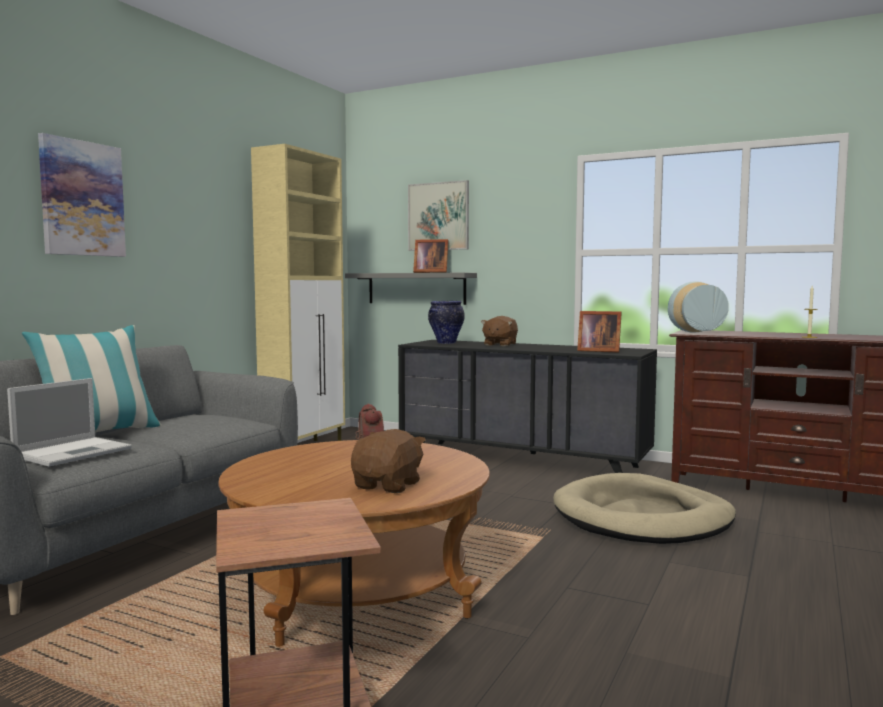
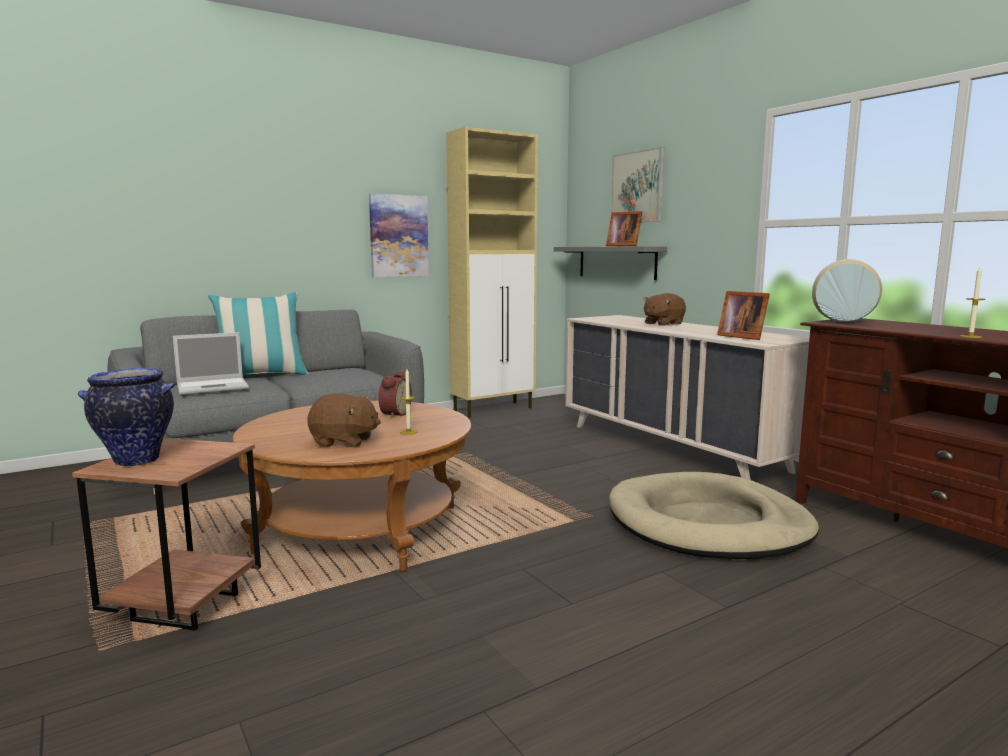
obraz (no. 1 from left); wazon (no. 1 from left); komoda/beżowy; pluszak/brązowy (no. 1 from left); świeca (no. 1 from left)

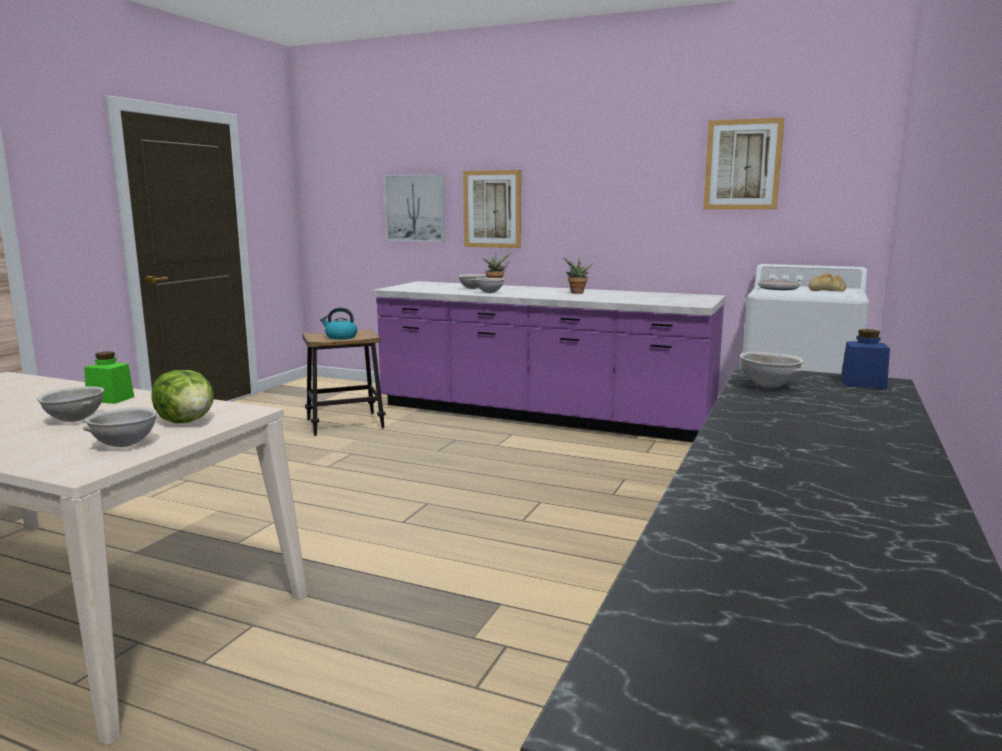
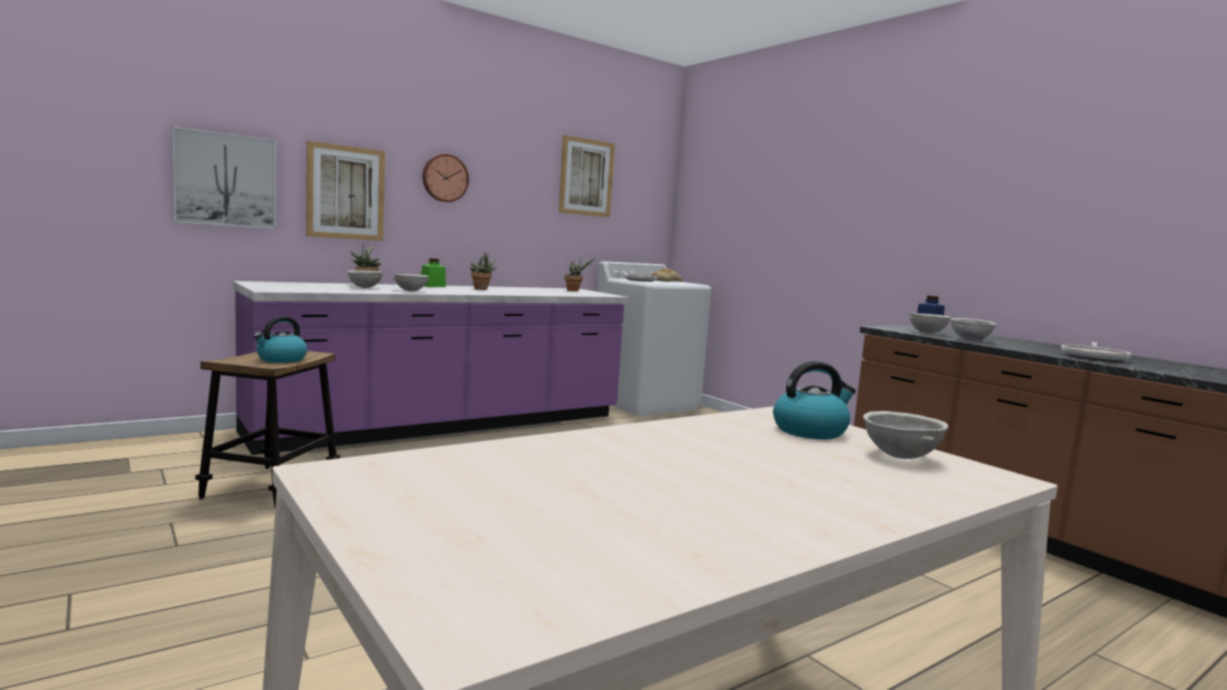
słoik/zielony; czajnik (no. 2 from left); miska/szary (no. 5 from left); zegar ścienny; roślina doniczkowa (no. 3 from left); patelnia (no. 2 from left)

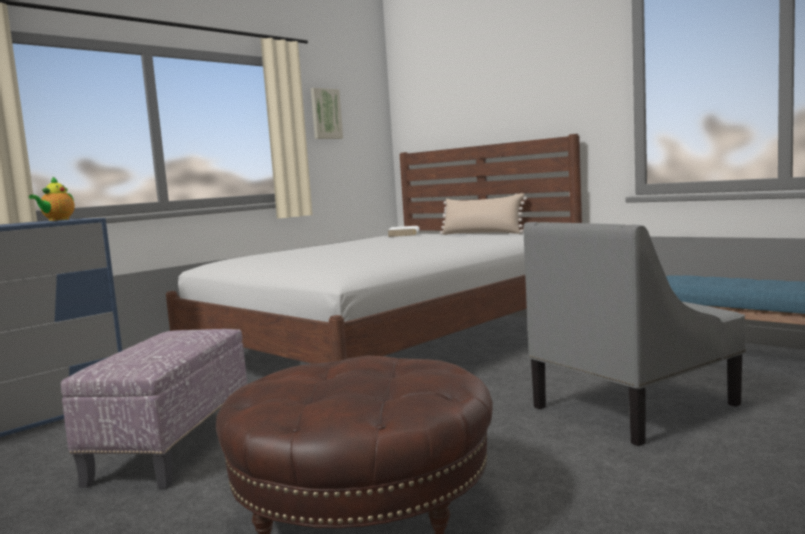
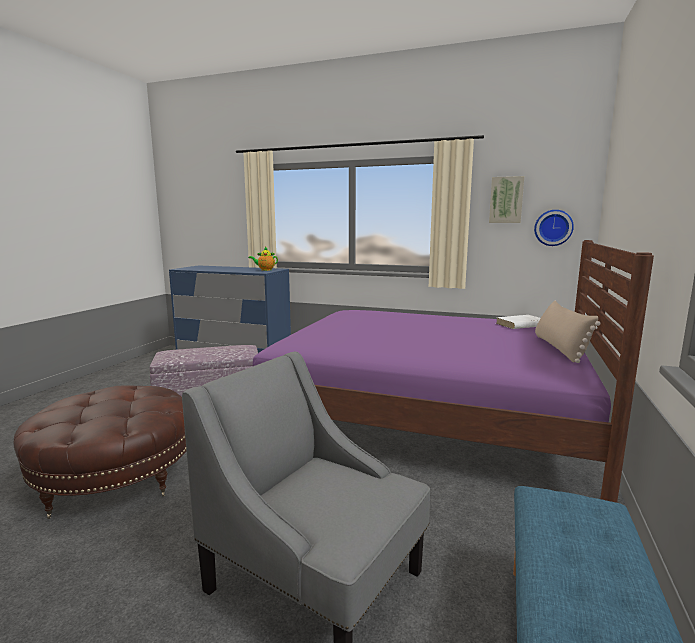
łóżko/fioletowy; zegar ścienny

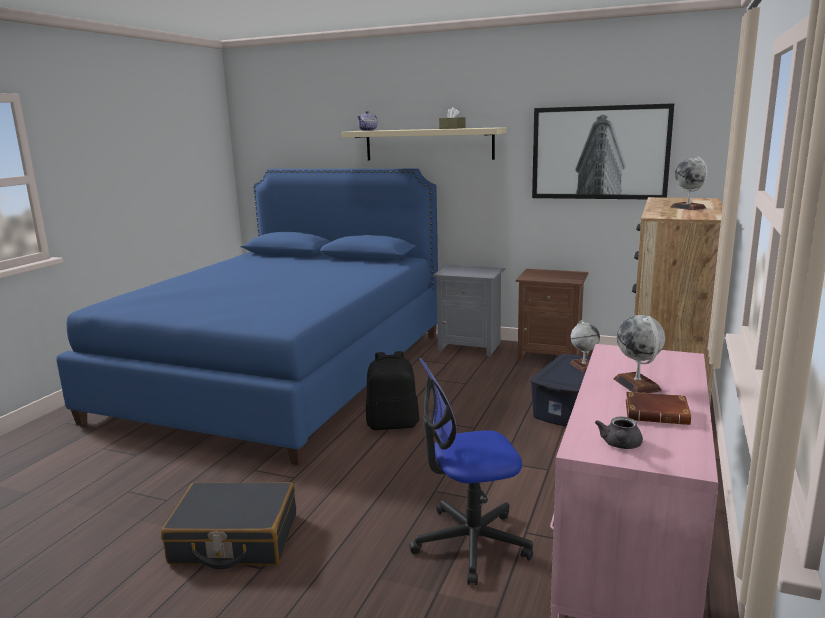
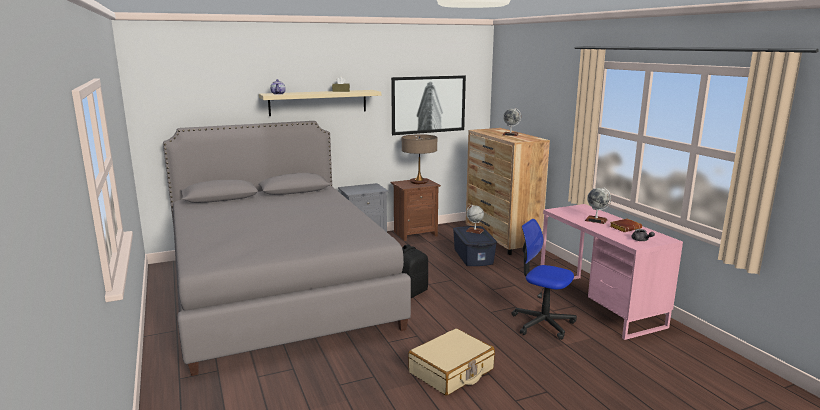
łóżko/szary; krzesło biurowe; walizka/beżowy; lampa stołowa

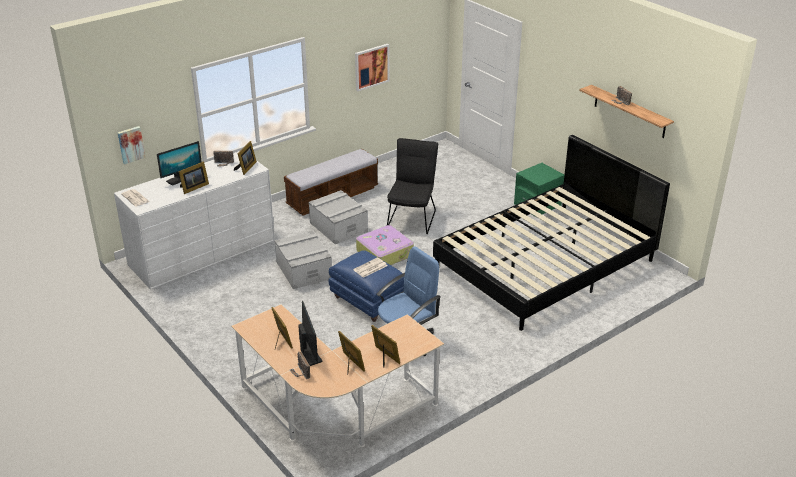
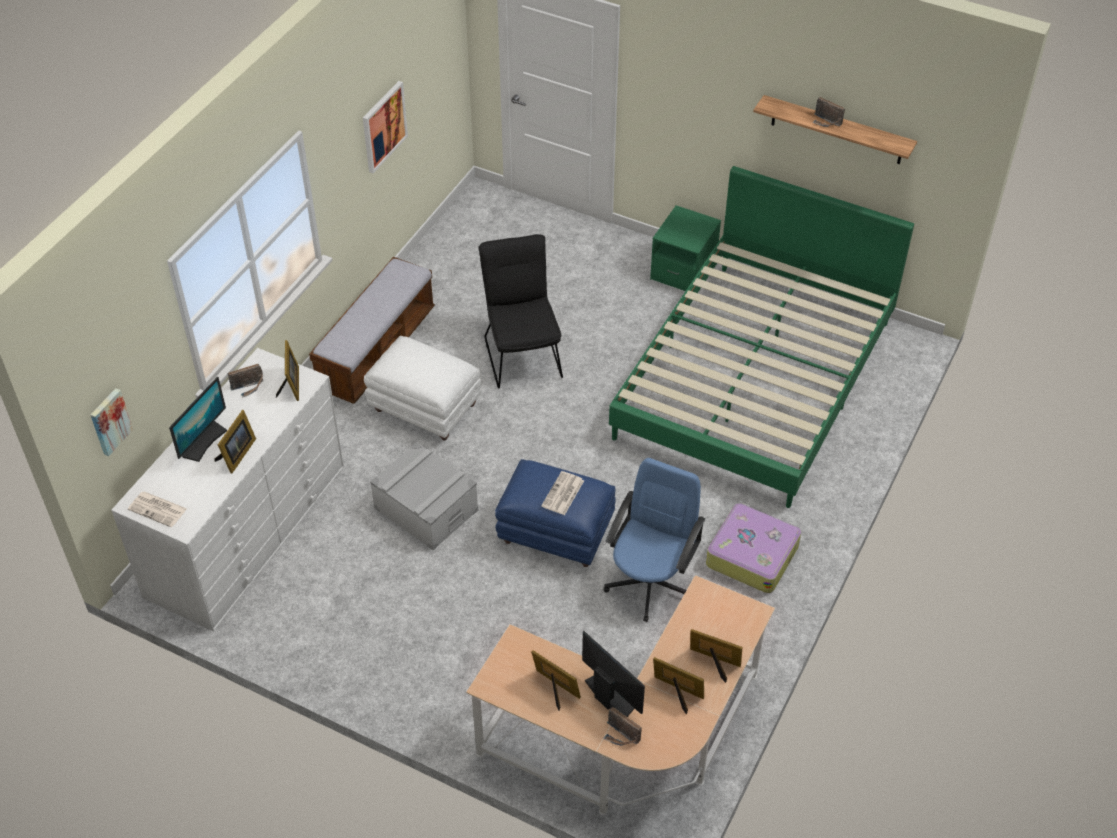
łóżko/zielony; pufa/biały; walizka

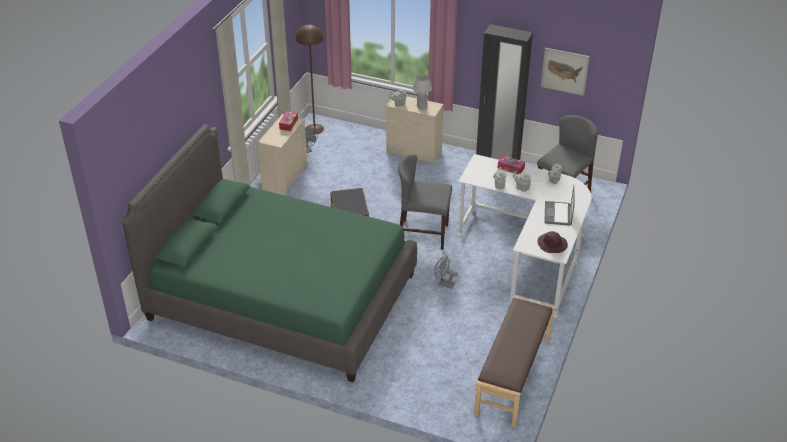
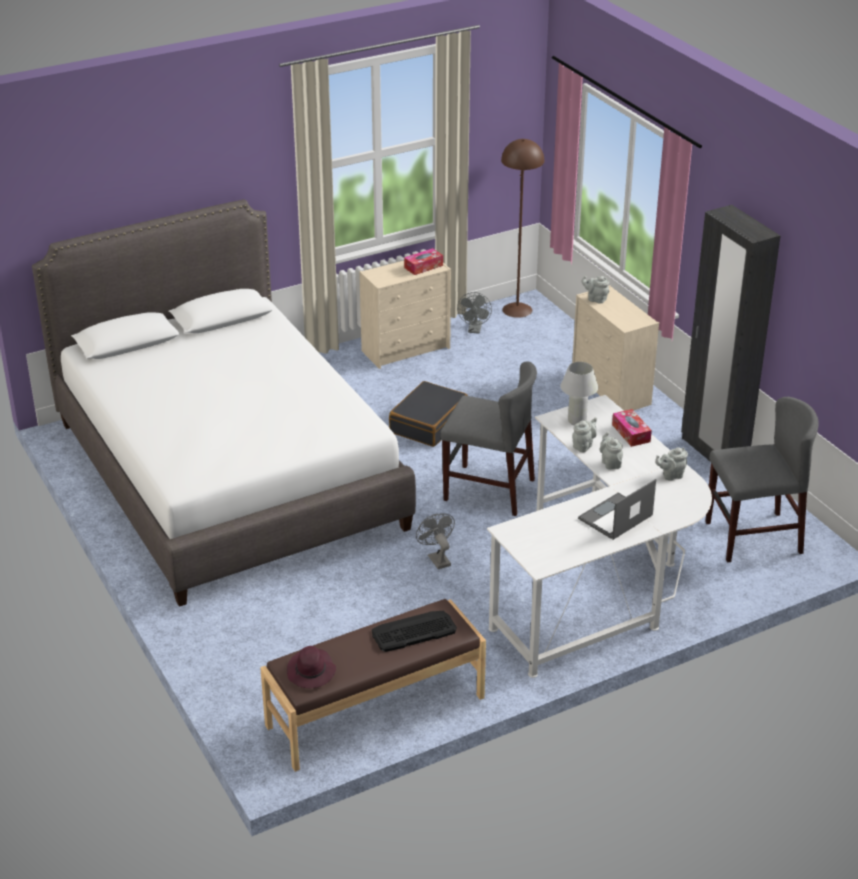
obraz; lampa stołowa/biały; łóżko/biały; krzesło/szary (no. 1 from left); kapelusz/fioletowy; klawiatura

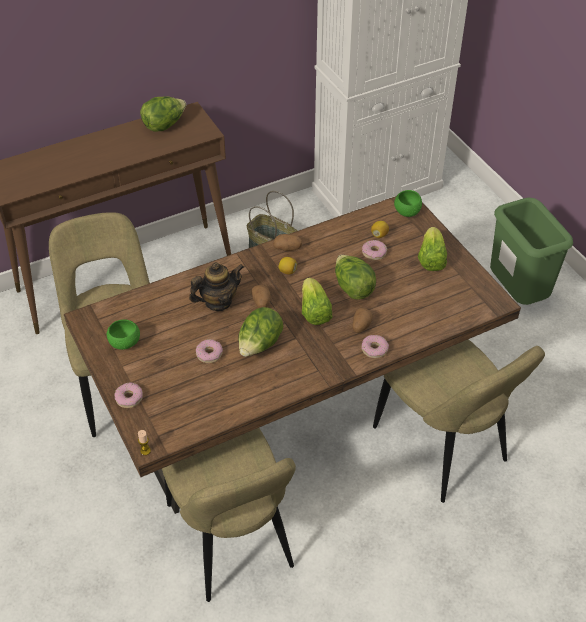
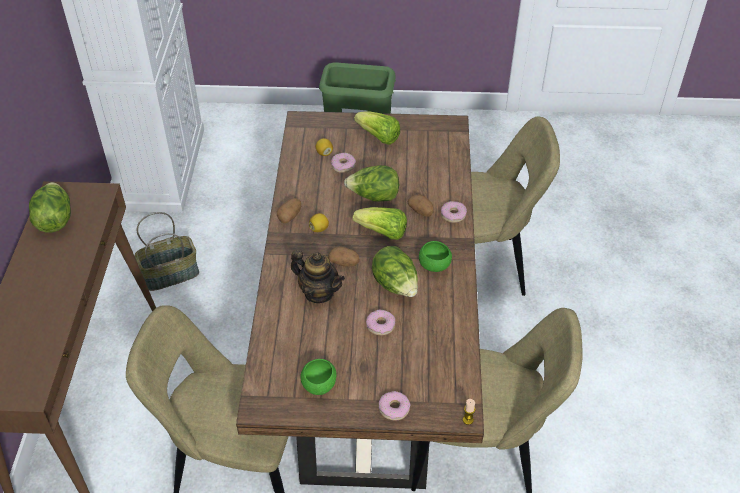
miska/zielony (no. 2 from left); imbryk

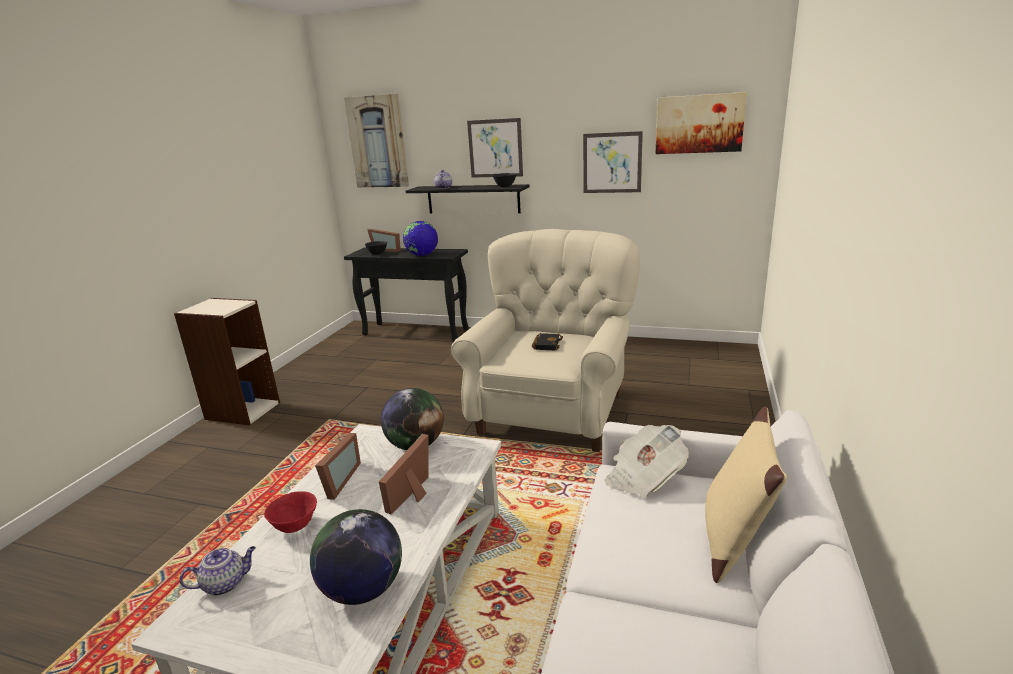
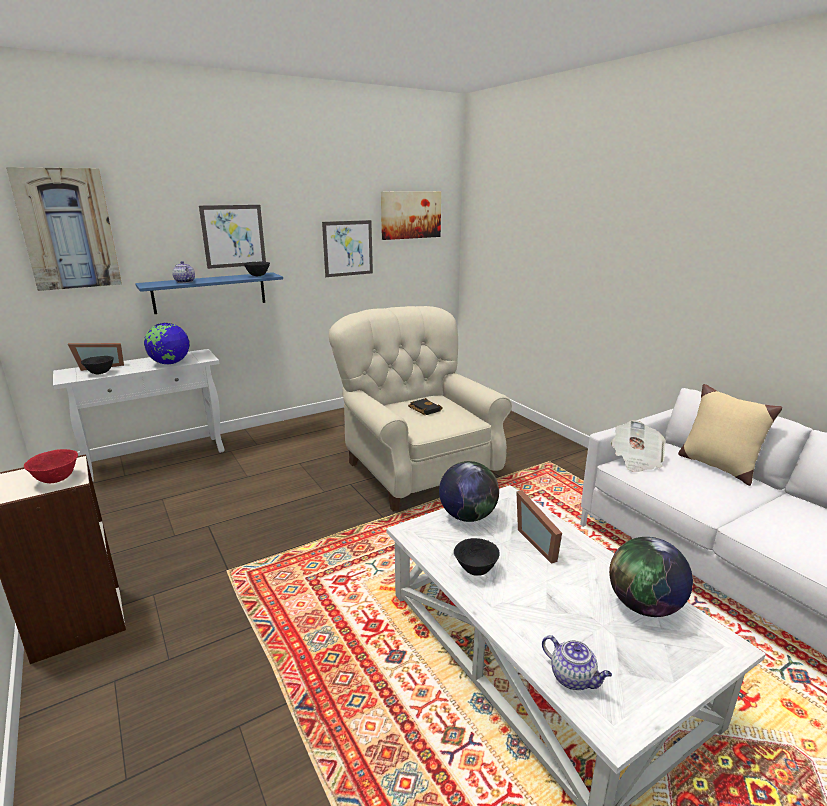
półka/niebieski; stolik konsolowy/biały; miska/czarny (no. 3 from left); miska/czerwony; imbryk (no. 2 from left)

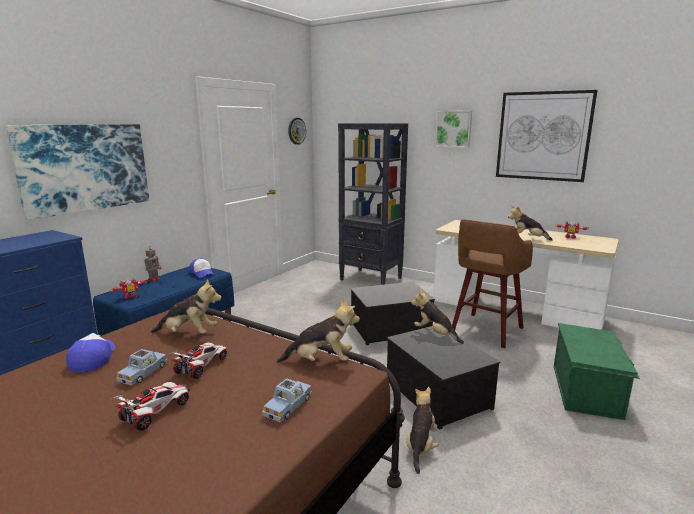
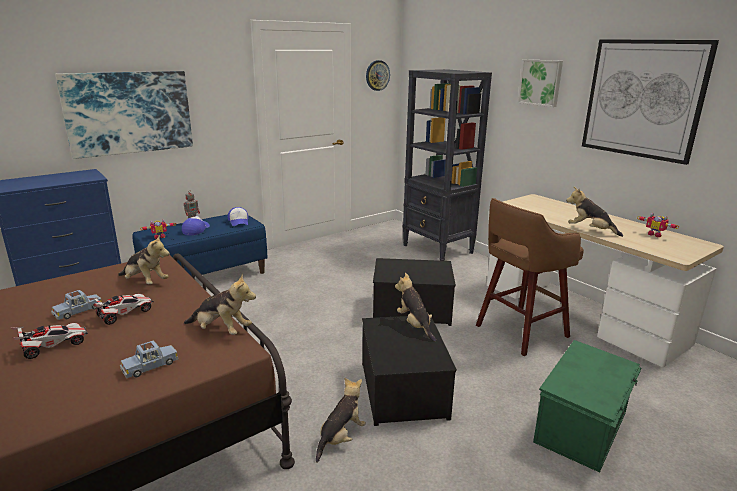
czapka z daszkiem (no. 1 from left)

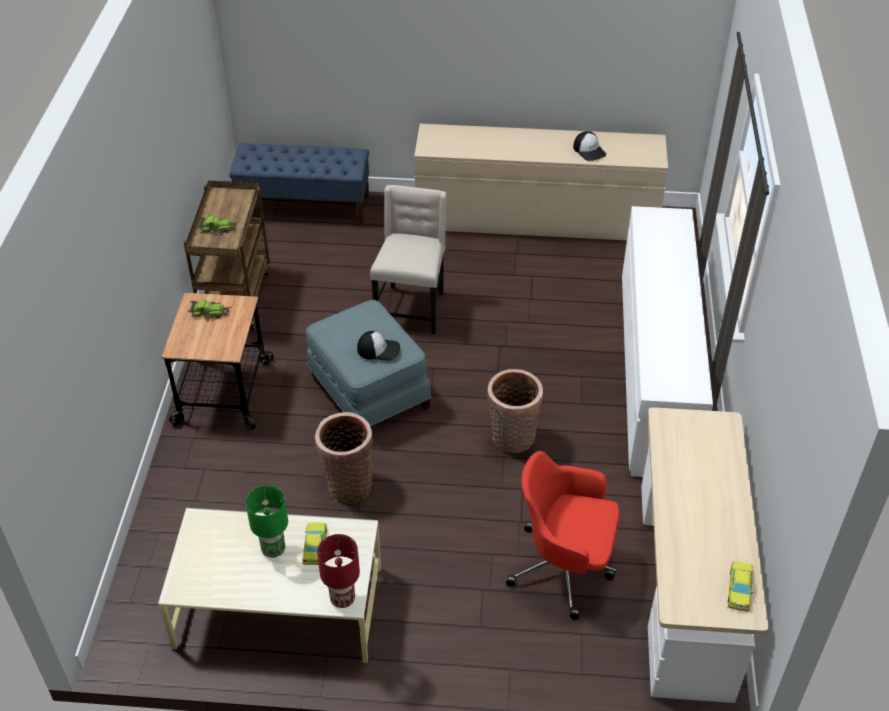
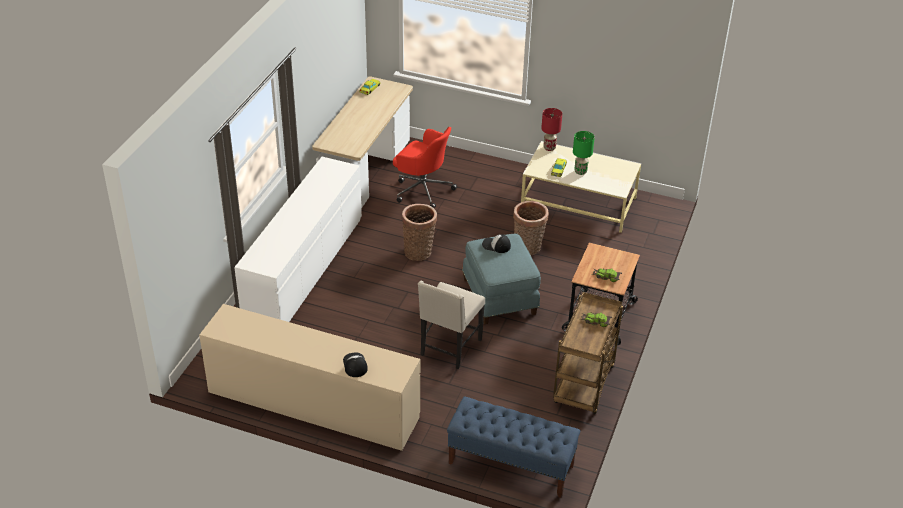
czapka z daszkiem (no. 1 from left)

